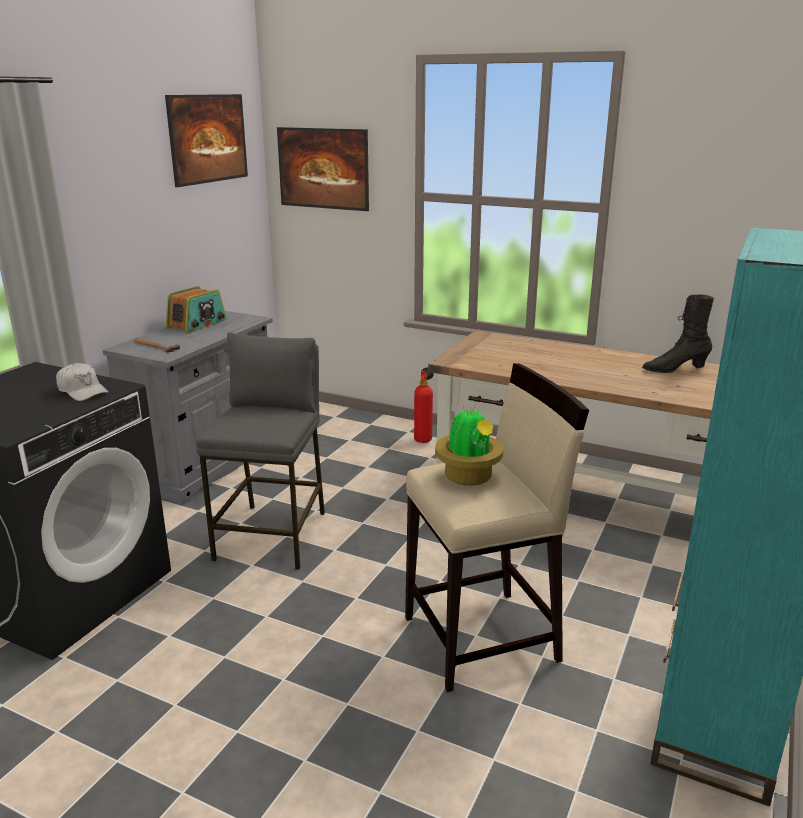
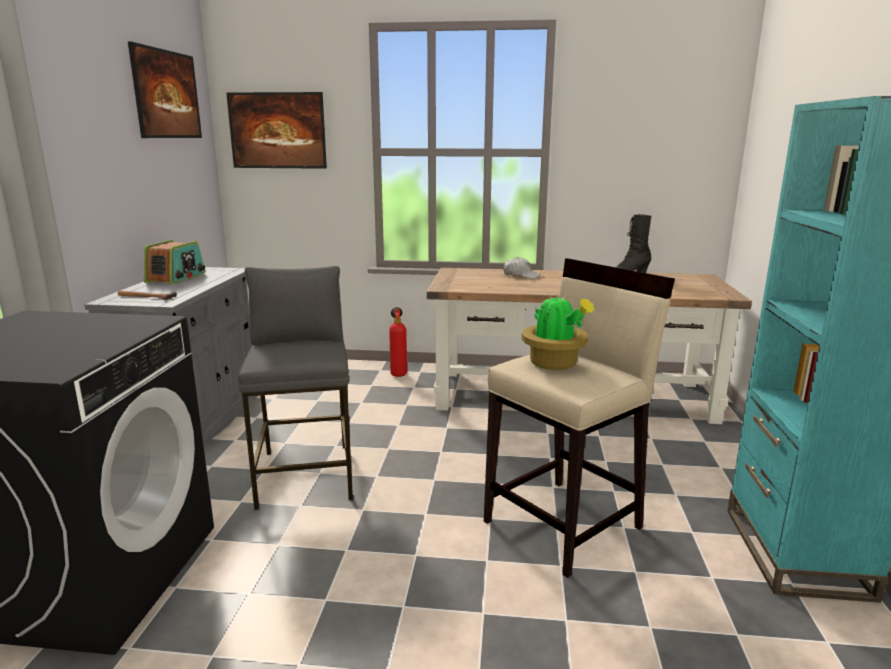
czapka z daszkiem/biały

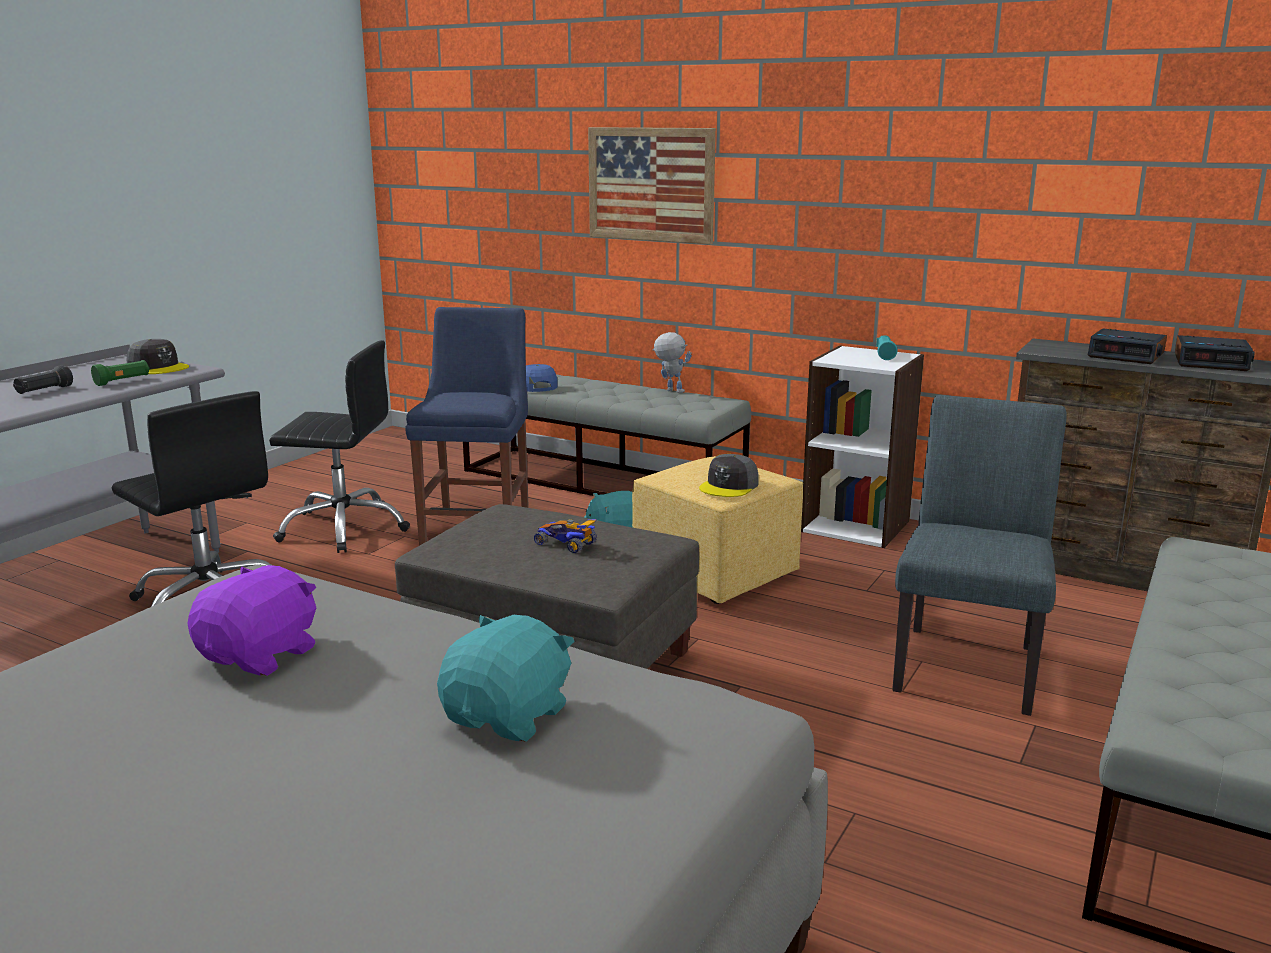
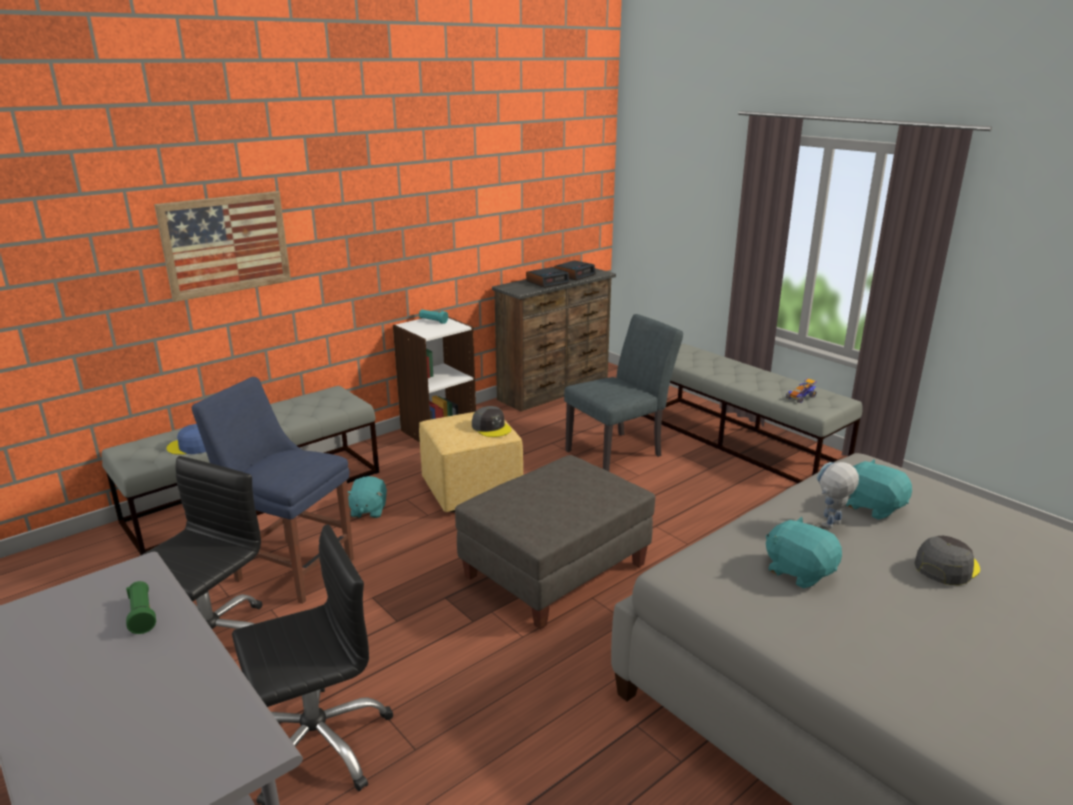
robot zabawkowy; czapka z daszkiem/szary (no. 2 from left); latarka/czarny; krzesło/szary; samochodzik; pluszak/turkusowy (no. 2 from left)

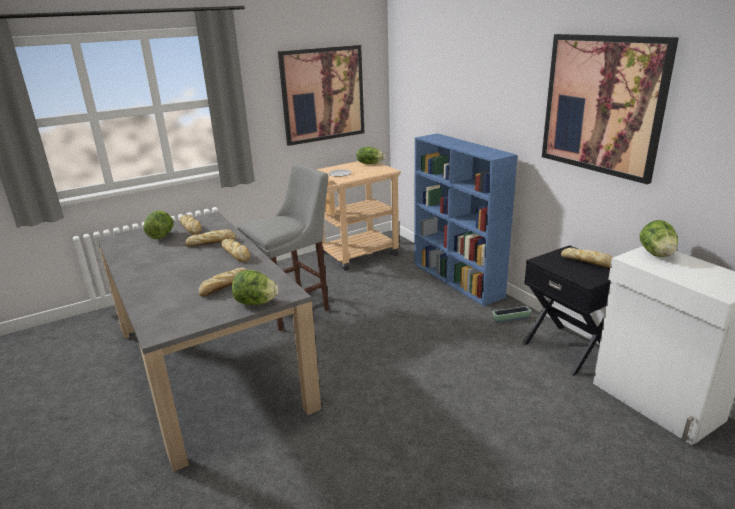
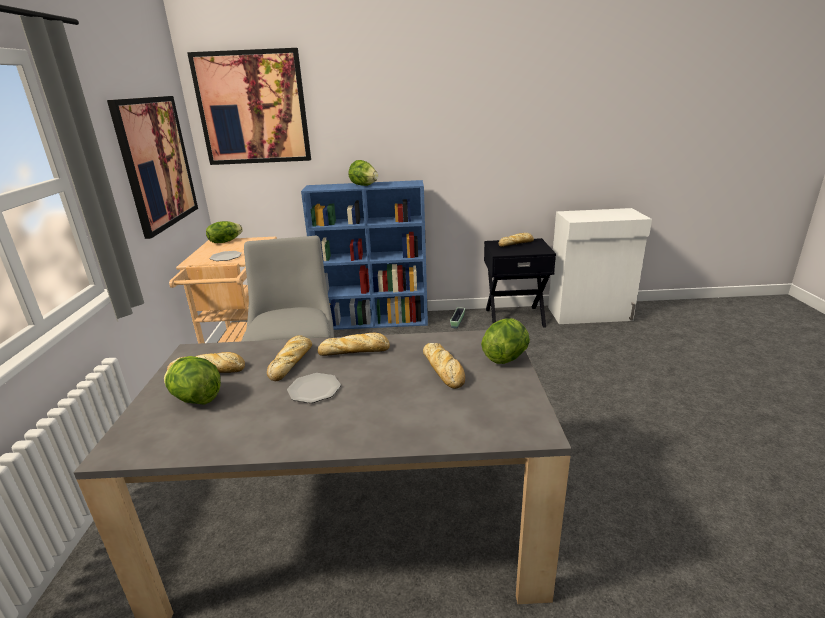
obraz (no. 2 from left); sałata (no. 3 from left); talerz (no. 2 from left)

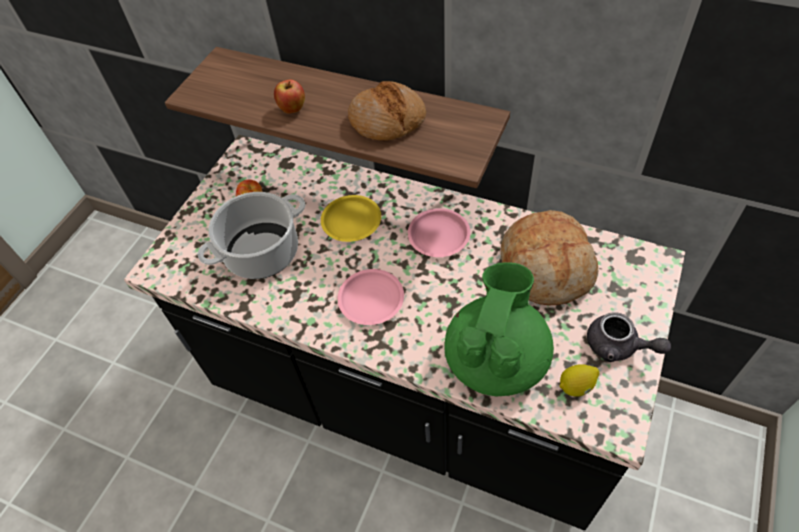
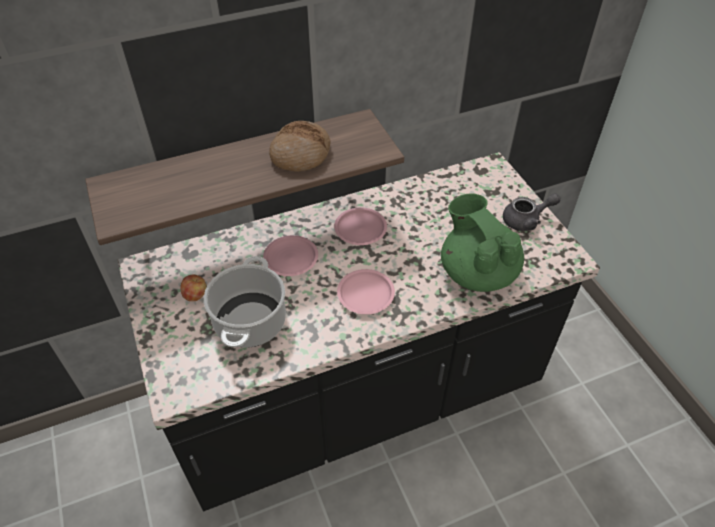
jabłko (no. 2 from left in the first image); talerz/różowy (no. 1 from left); chleb (no. 2 from left in the first image); cytryna

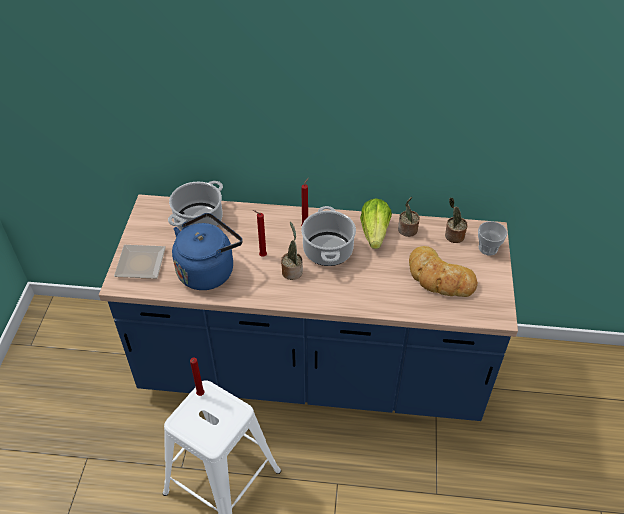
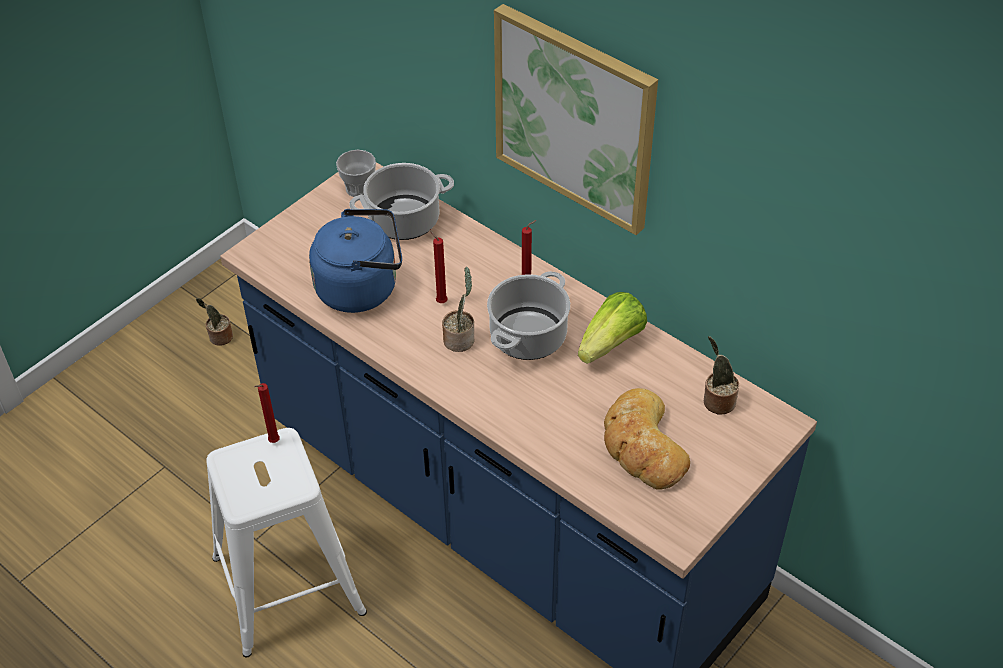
roślina doniczkowa (no. 1 from left); filiżanka; talerz; obraz

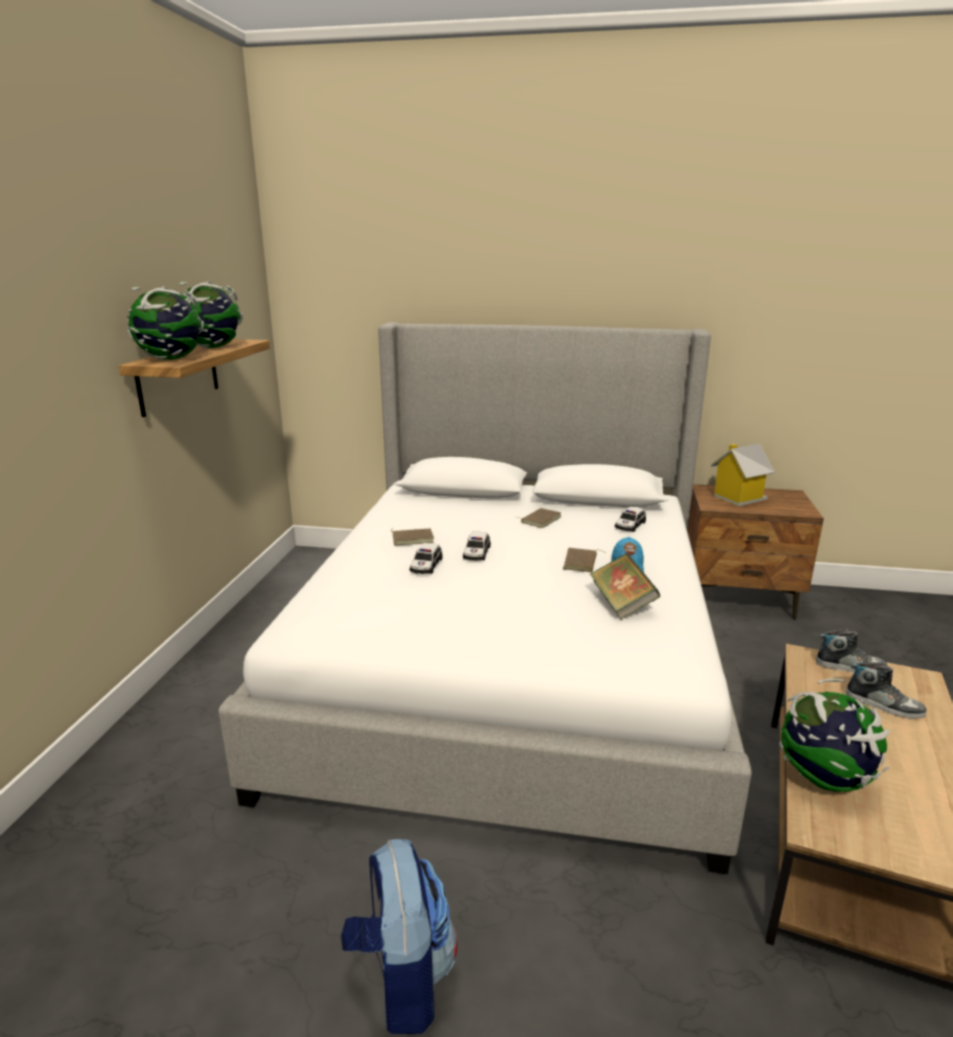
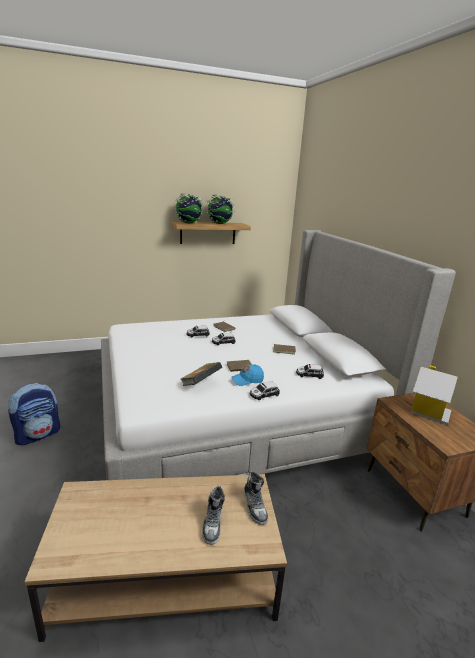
globus (no. 3 from left in the first image); samochodzik (no. 3 from left)

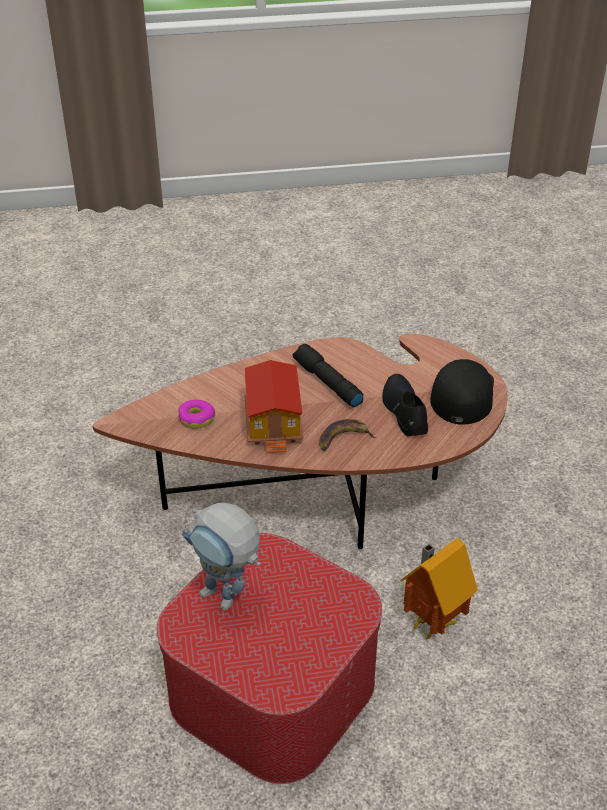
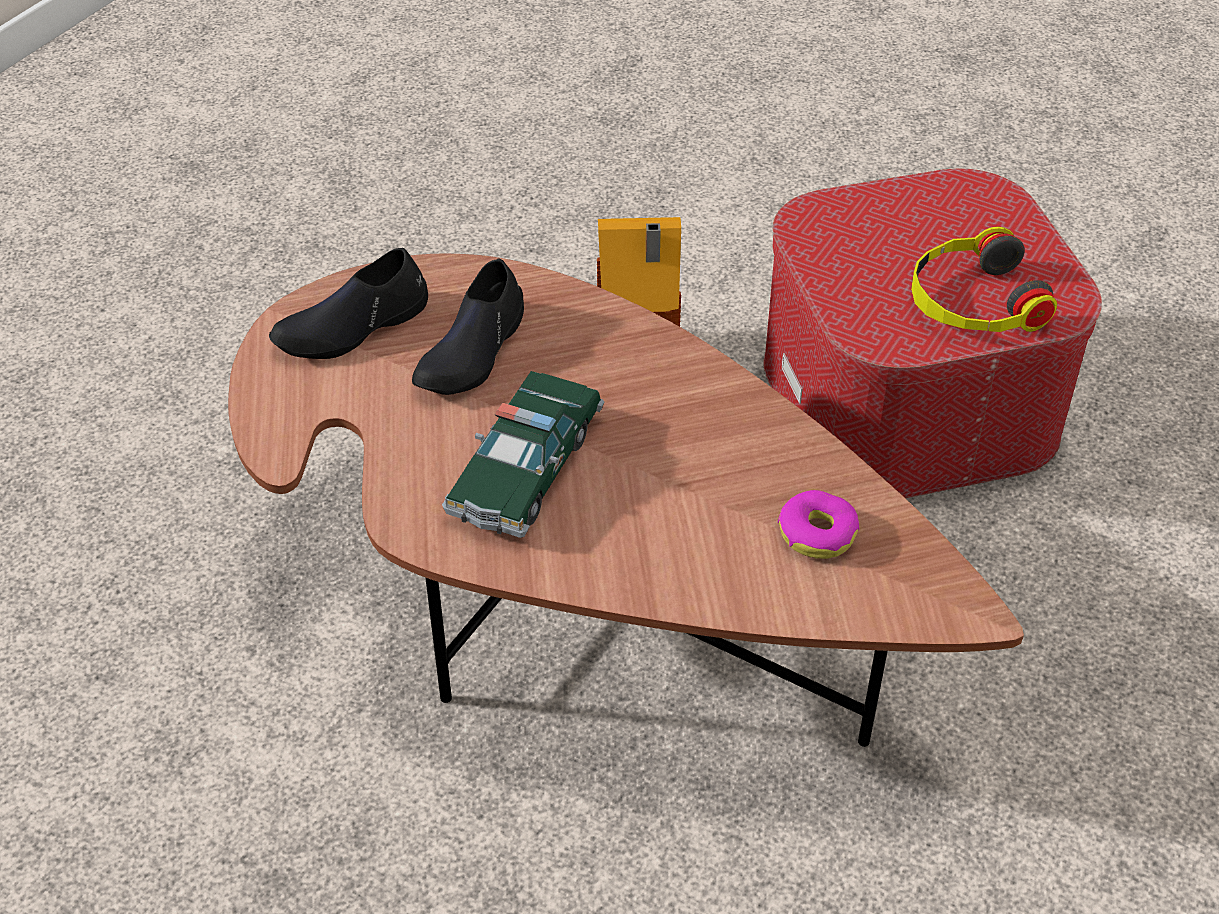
samochodzik; but/czarny (no. 1 from left); domek (no. 1 from left in the first image); banan; słuchawki

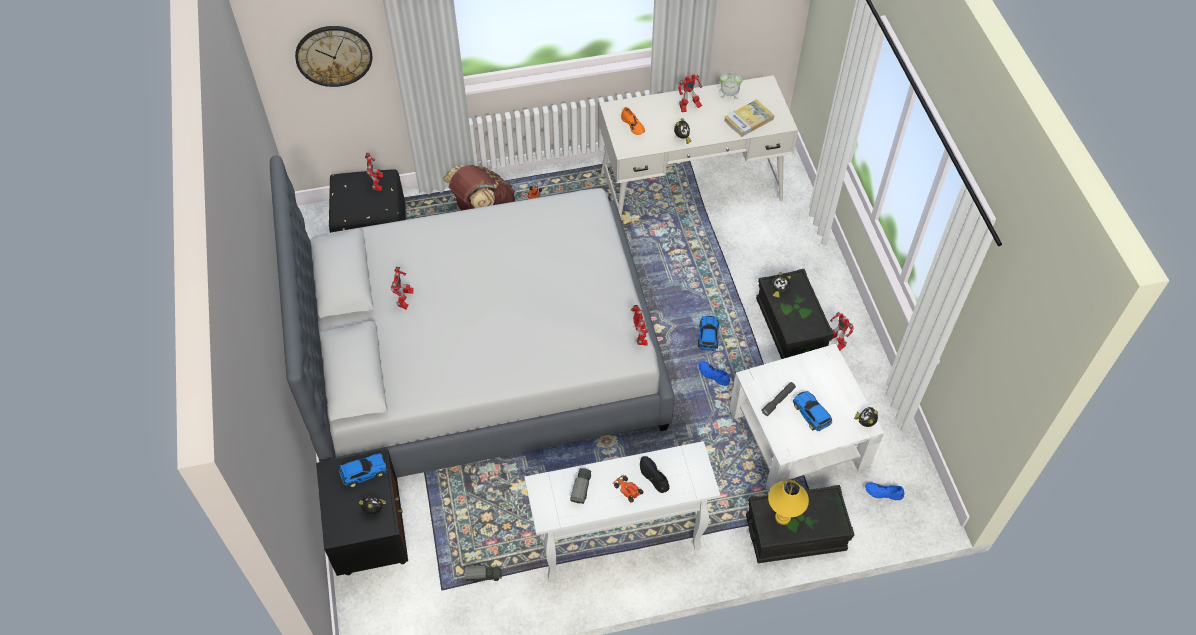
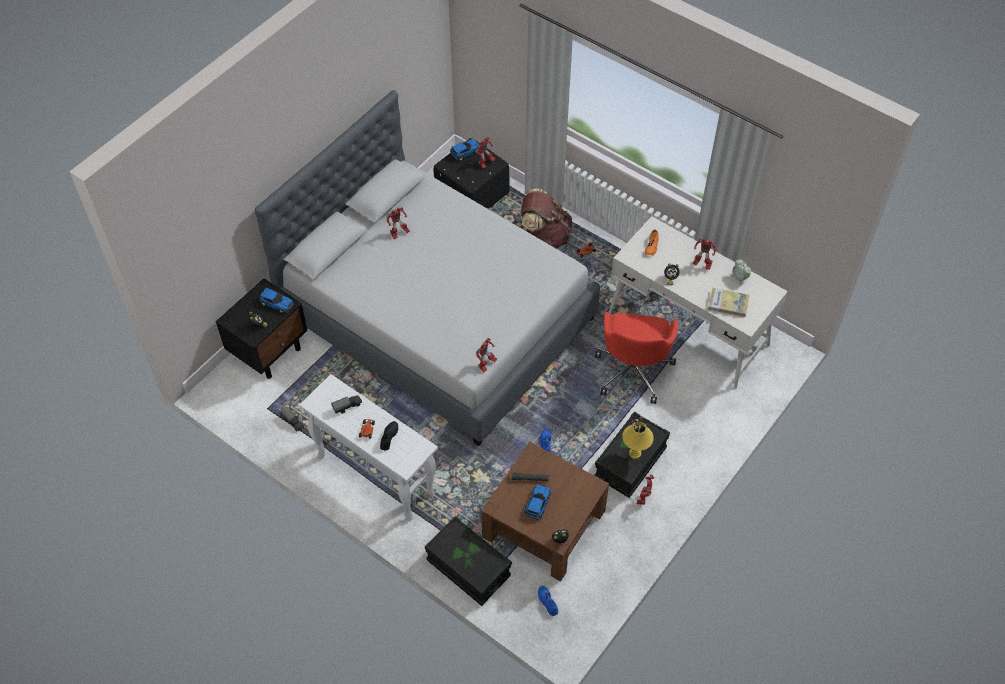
zegar ścienny; samochodzik (no. 3 from left); ława/brązowy; lampa stołowa/żółty; krzesło biurowe/czerwony

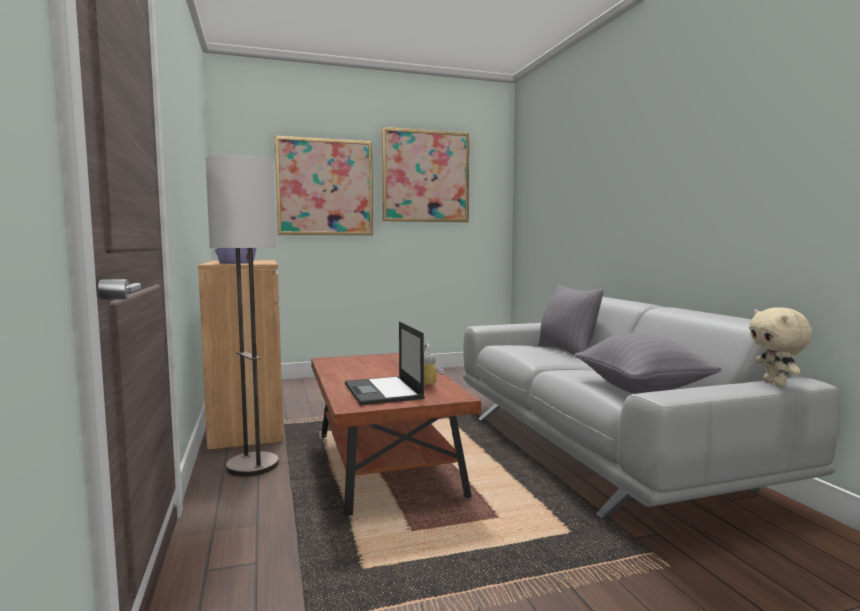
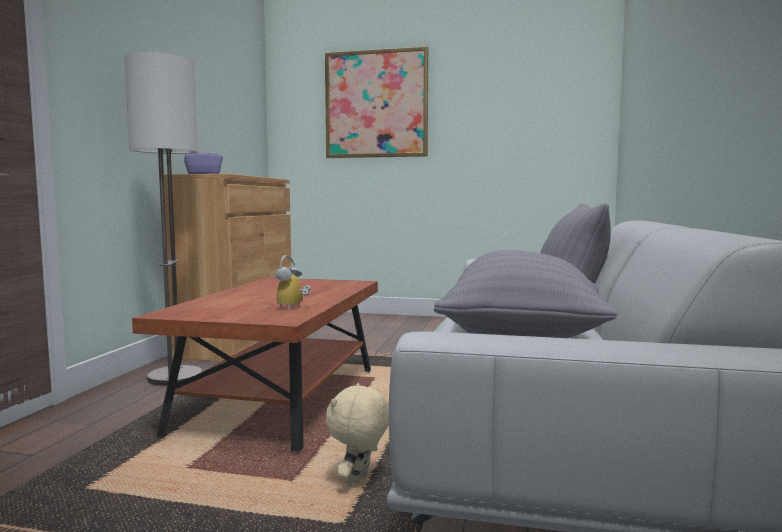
obraz (no. 2 from left in the first image); pluszak/beżowy; laptop

